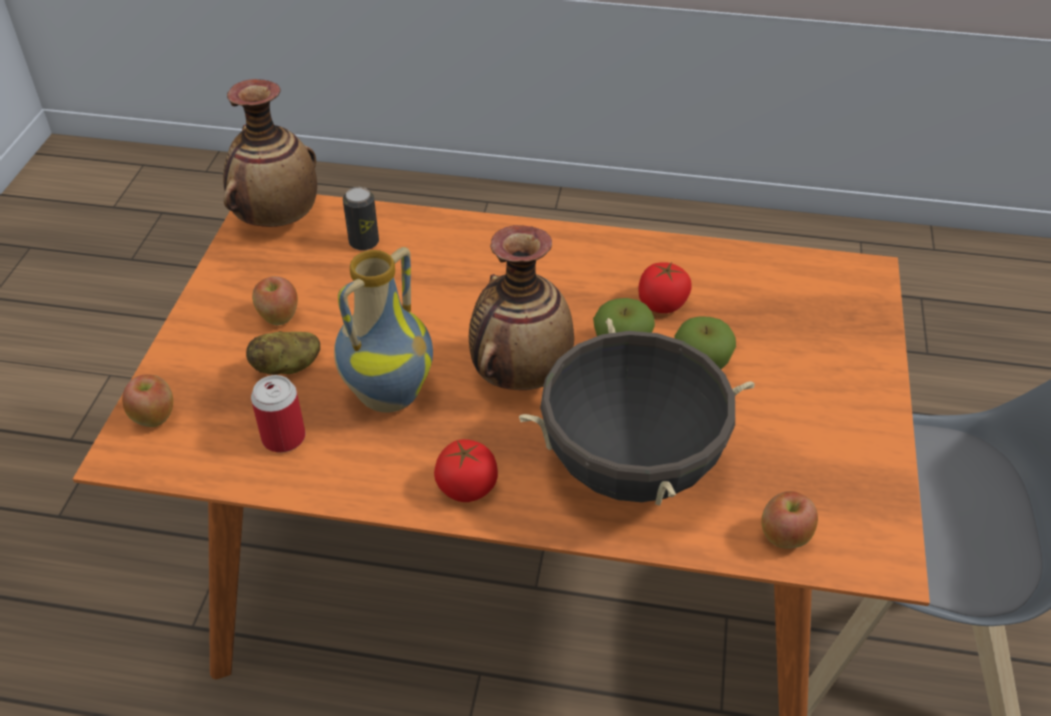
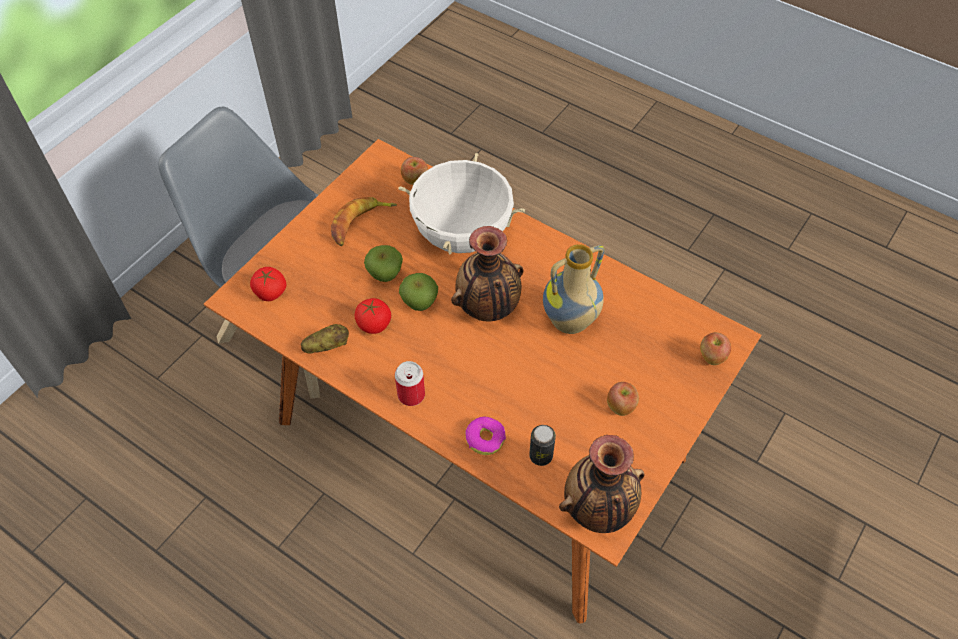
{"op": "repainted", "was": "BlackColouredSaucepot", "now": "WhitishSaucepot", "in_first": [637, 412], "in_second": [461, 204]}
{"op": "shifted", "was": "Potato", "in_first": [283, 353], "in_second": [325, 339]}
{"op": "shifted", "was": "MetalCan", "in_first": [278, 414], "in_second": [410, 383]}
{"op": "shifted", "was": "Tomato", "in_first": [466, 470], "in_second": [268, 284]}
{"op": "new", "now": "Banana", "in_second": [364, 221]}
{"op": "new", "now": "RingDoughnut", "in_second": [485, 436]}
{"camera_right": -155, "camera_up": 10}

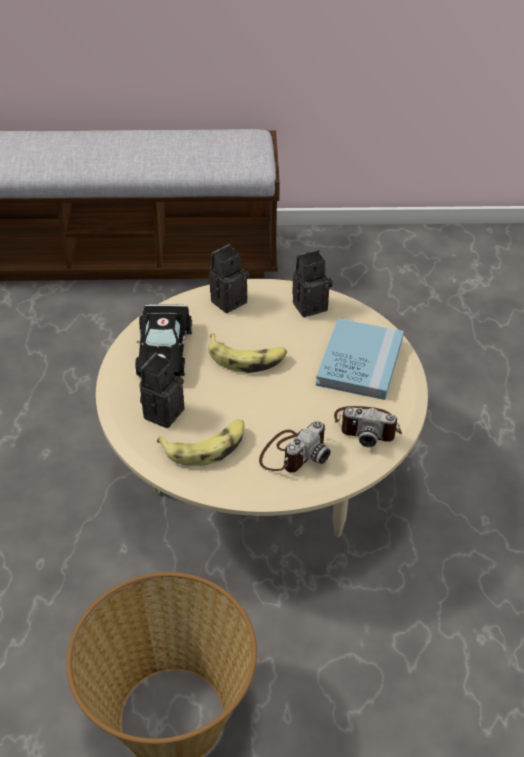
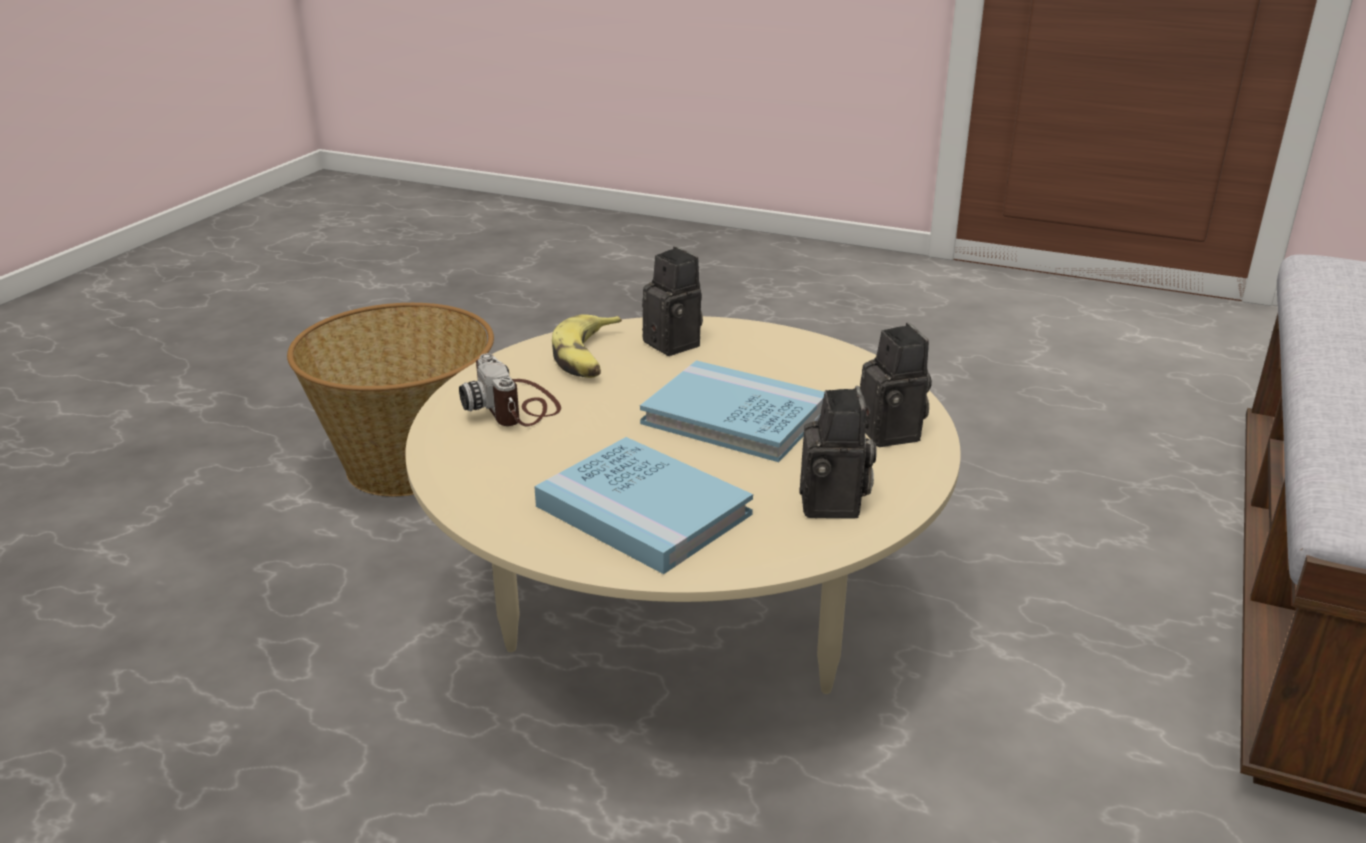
{"op": "gone", "was": "BlackColouredModelCar", "in_first": [163, 340]}
{"op": "swapped", "was": "Banana", "now": "BlueColouredBoundBook", "in_first": [247, 353], "in_second": [732, 411]}
{"op": "gone", "was": "PhotoCamera", "in_first": [368, 426]}
{"camera_right": 115, "camera_up": -15}

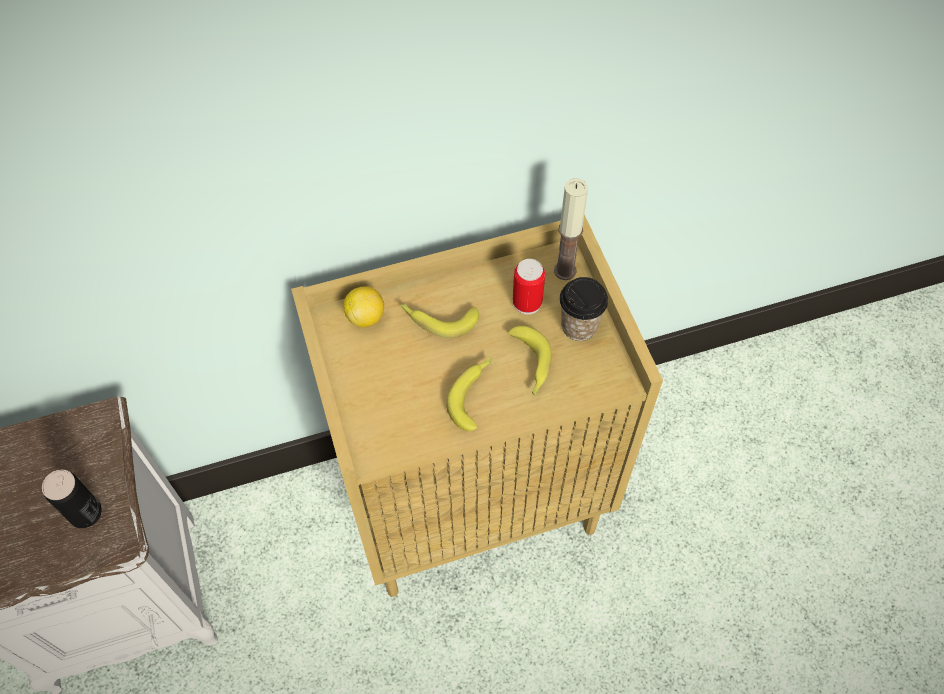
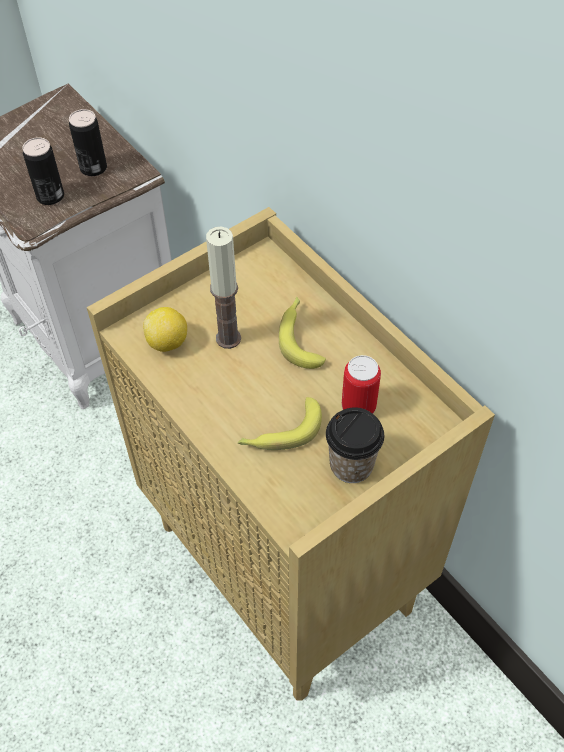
{"op": "shifted", "was": "Candle", "in_first": [571, 229], "in_second": [223, 288]}
{"op": "shifted", "was": "WholeLemon", "in_first": [363, 307], "in_second": [165, 329]}
{"op": "gone", "was": "Banana", "in_first": [469, 394]}
{"op": "new", "now": "MetalCan", "in_second": [88, 142]}
{"camera_right": 70, "camera_up": -5}

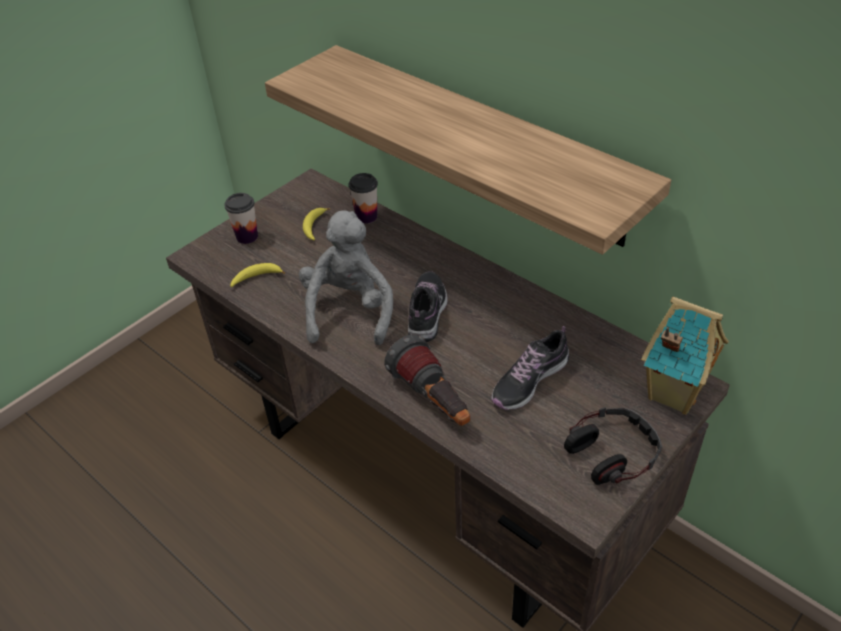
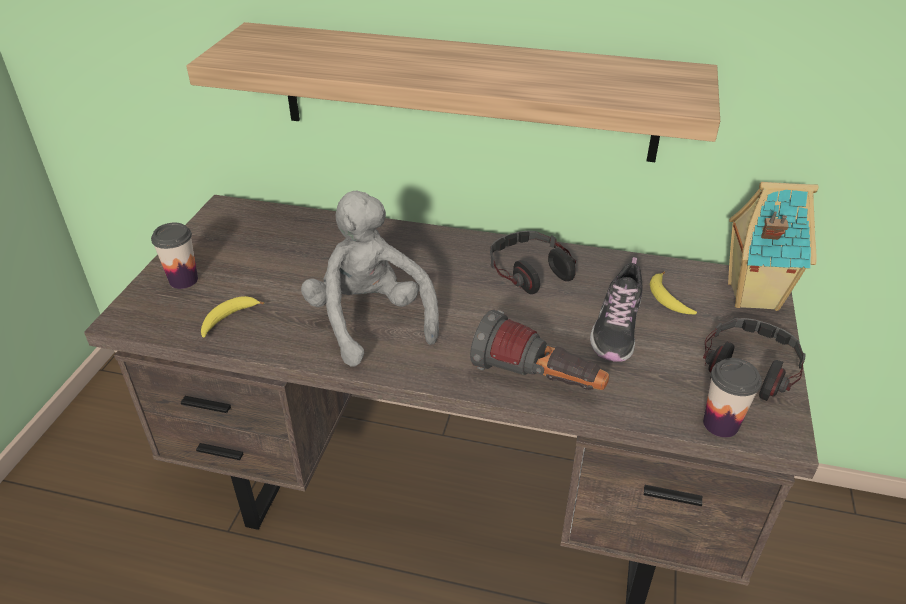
{"op": "shifted", "was": "DrinkingCup", "in_first": [363, 198], "in_second": [732, 398]}
{"op": "shifted", "was": "Banana", "in_first": [316, 224], "in_second": [673, 293]}
{"op": "gone", "was": "Shoe", "in_first": [428, 306]}
{"op": "new", "now": "Headset", "in_second": [533, 262]}
{"camera_right": -30, "camera_up": -5}

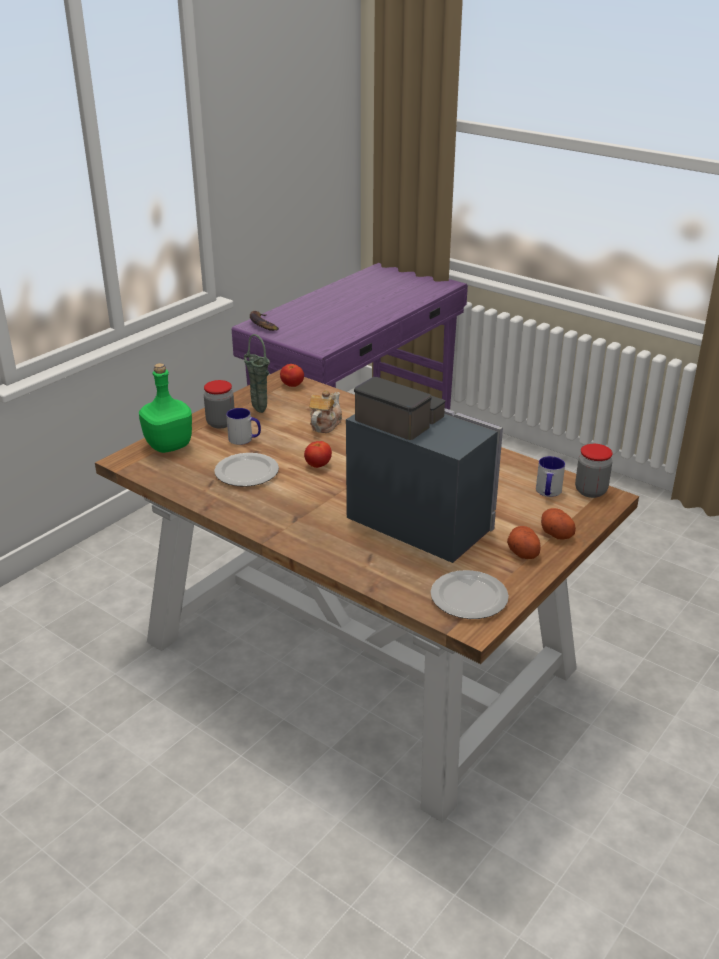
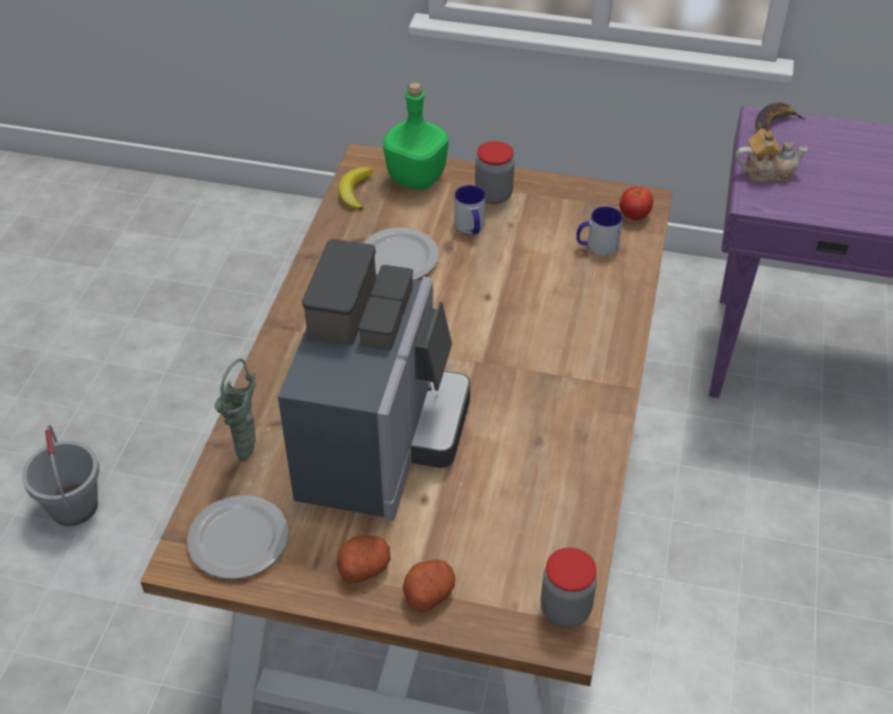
{"op": "shifted", "was": "GreenishFlowerVase", "in_first": [257, 373], "in_second": [235, 409]}
{"op": "shifted", "was": "PotForTea", "in_first": [325, 411], "in_second": [771, 155]}
{"op": "gone", "was": "Tomato", "in_first": [318, 454]}
{"op": "shifted", "was": "Mug", "in_first": [550, 476], "in_second": [599, 231]}
{"op": "new", "now": "Banana", "in_second": [355, 188]}
{"op": "new", "now": "GreyPail", "in_second": [60, 475]}
{"camera_right": 65, "camera_up": 15}

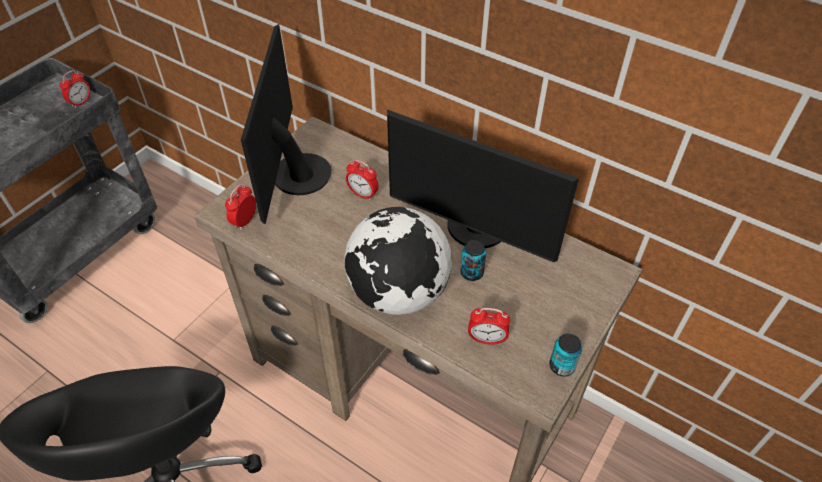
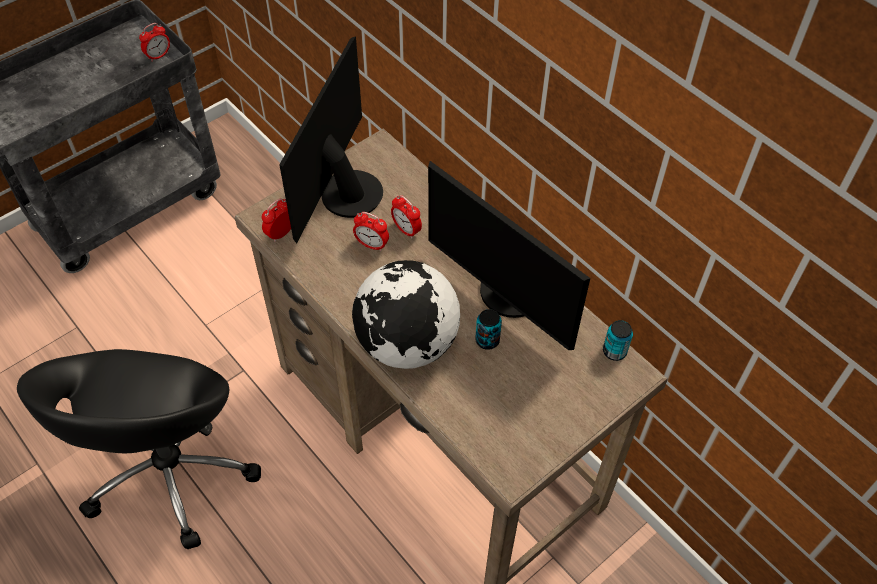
{"op": "shifted", "was": "TableClock", "in_first": [489, 326], "in_second": [371, 231]}
{"op": "shifted", "was": "MetalCan", "in_first": [565, 354], "in_second": [618, 340]}
{"camera_right": 15, "camera_up": 5}

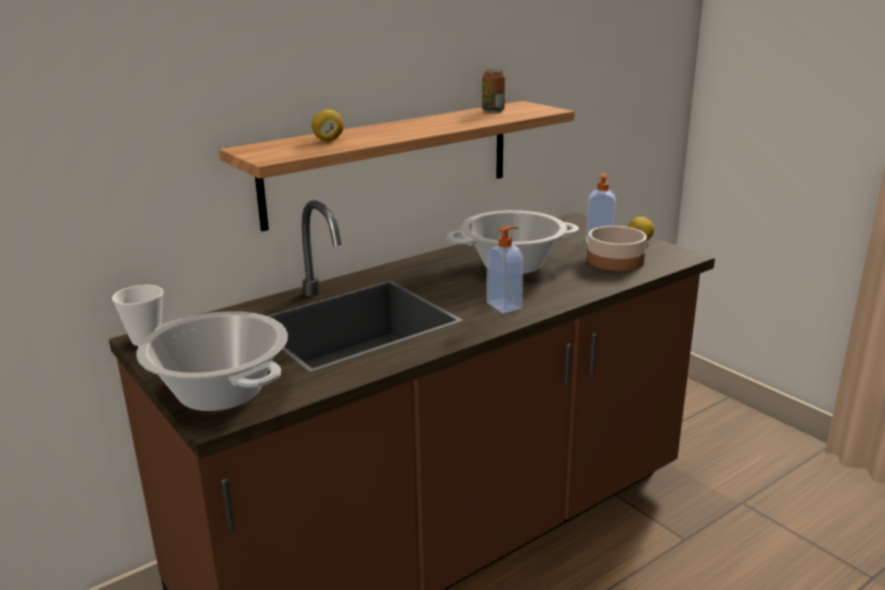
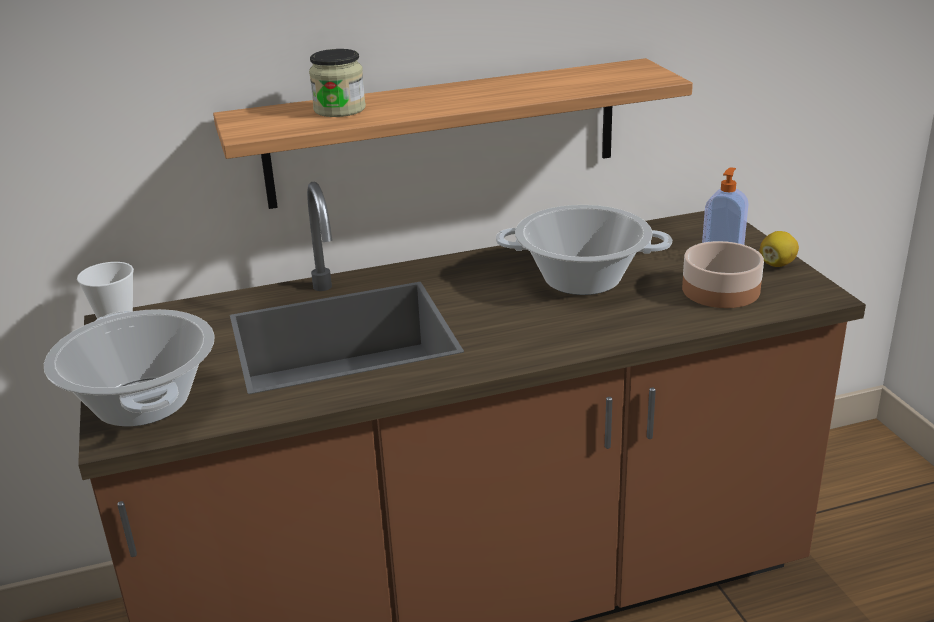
{"op": "gone", "was": "MetalCan", "in_first": [493, 91]}
{"op": "swapped", "was": "WholeLemon", "now": "PreserveJar", "in_first": [328, 125], "in_second": [337, 83]}
{"op": "gone", "was": "SoapDispenser", "in_first": [504, 269]}
{"camera_right": 20, "camera_up": 5}

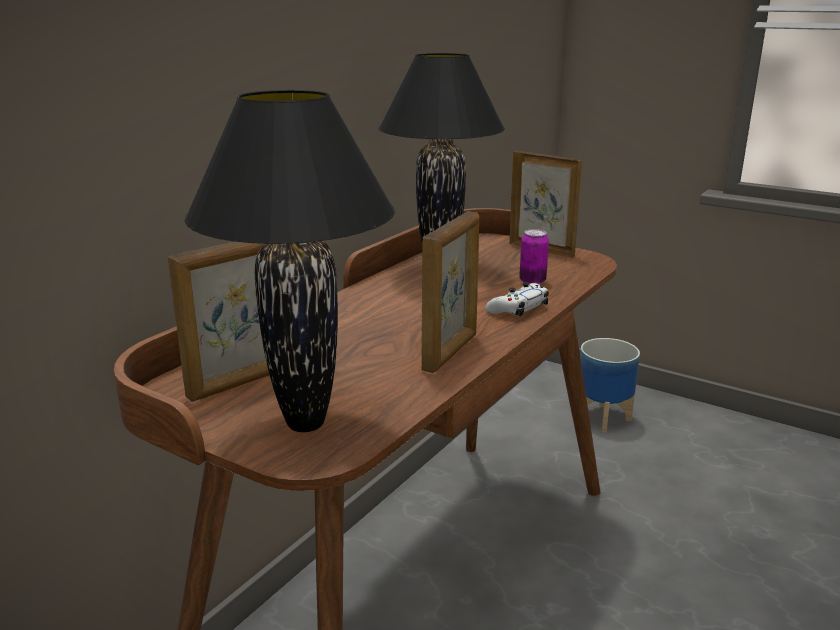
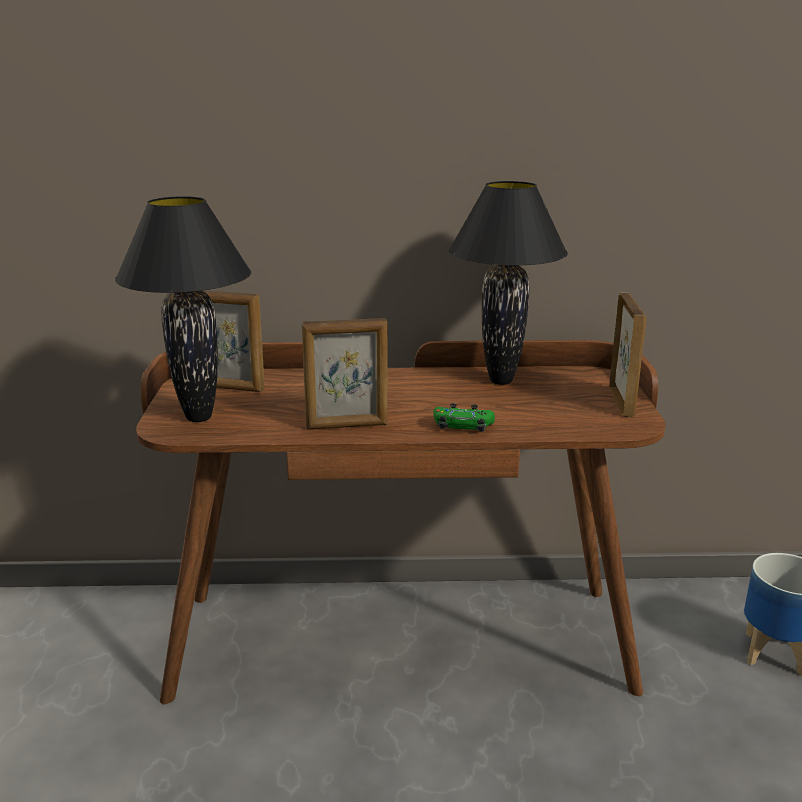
{"op": "gone", "was": "MetalCan", "in_first": [534, 256]}
{"op": "repainted", "was": "WhitishGamepad", "now": "GreenishGamepad", "in_first": [517, 299], "in_second": [464, 417]}
{"camera_right": 55, "camera_up": 0}

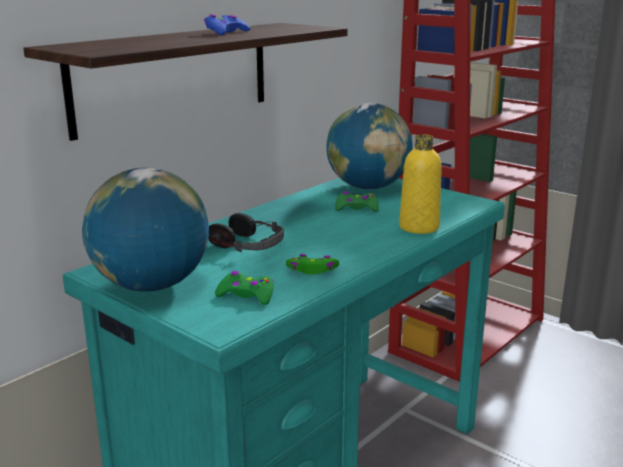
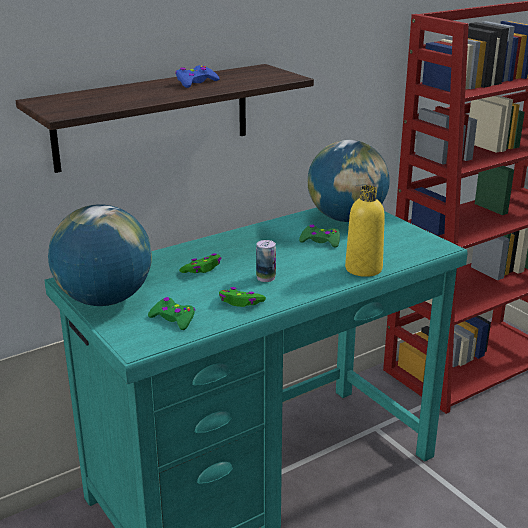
{"op": "swapped", "was": "Headset", "now": "GreenishGamepad", "in_first": [246, 232], "in_second": [200, 263]}
{"op": "new", "now": "MetalCan", "in_second": [266, 261]}
{"camera_right": 15, "camera_up": 5}

